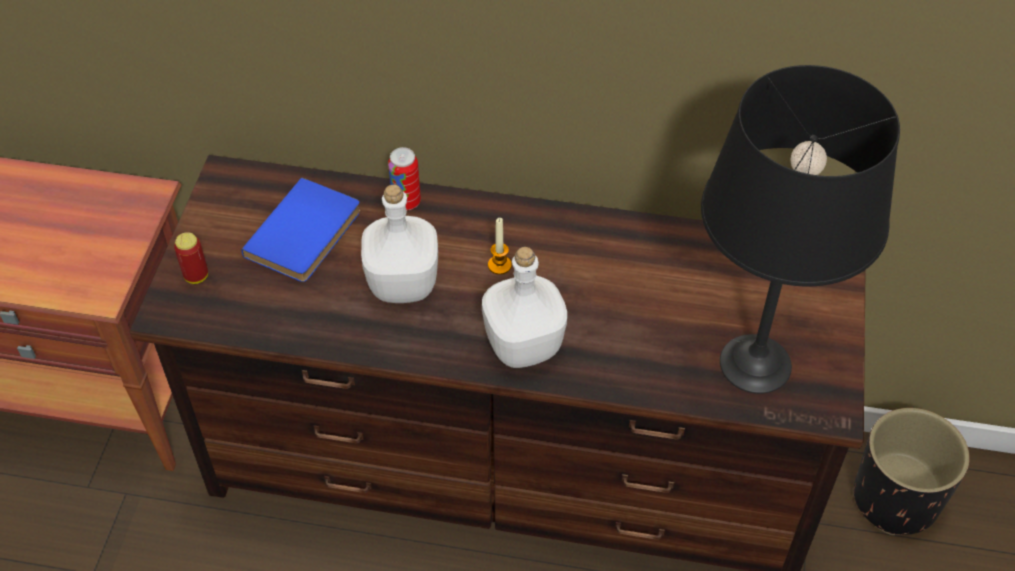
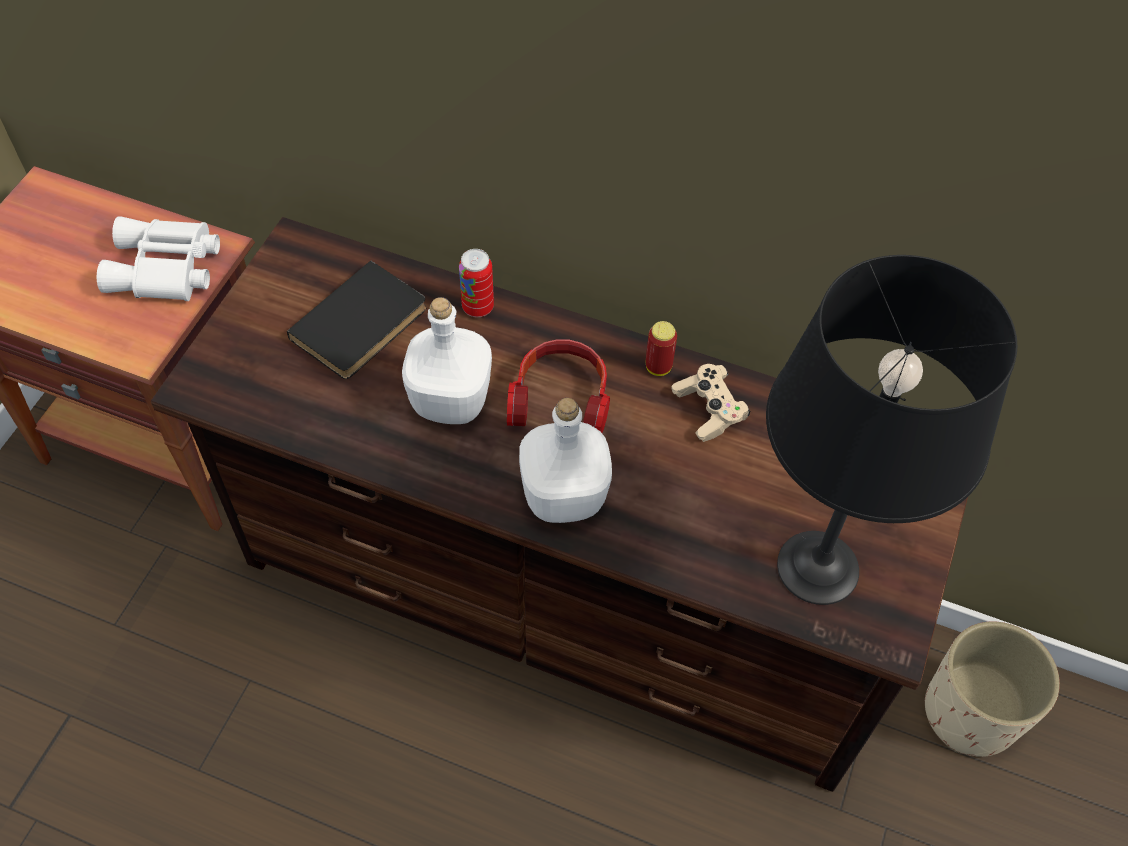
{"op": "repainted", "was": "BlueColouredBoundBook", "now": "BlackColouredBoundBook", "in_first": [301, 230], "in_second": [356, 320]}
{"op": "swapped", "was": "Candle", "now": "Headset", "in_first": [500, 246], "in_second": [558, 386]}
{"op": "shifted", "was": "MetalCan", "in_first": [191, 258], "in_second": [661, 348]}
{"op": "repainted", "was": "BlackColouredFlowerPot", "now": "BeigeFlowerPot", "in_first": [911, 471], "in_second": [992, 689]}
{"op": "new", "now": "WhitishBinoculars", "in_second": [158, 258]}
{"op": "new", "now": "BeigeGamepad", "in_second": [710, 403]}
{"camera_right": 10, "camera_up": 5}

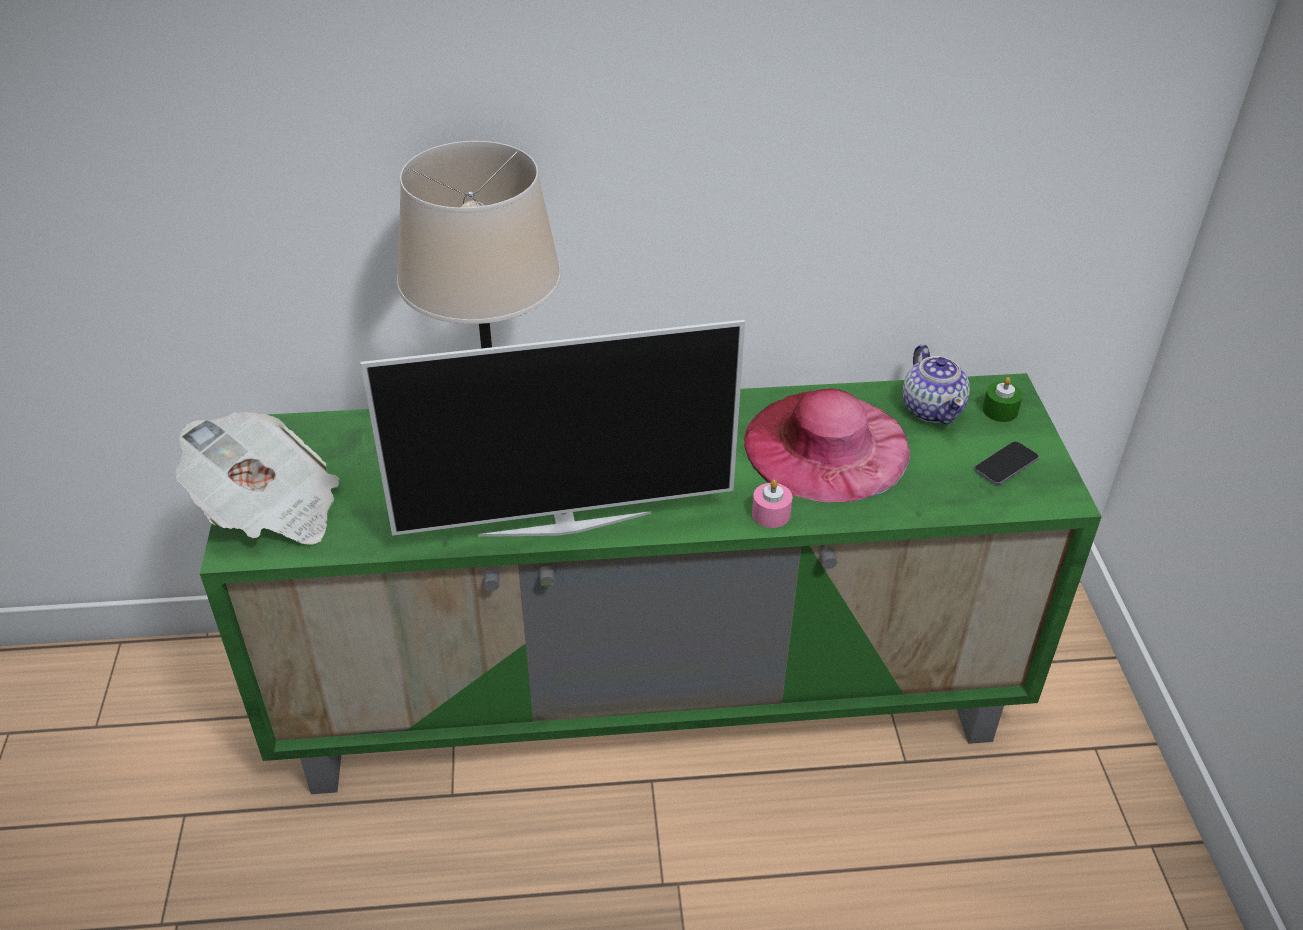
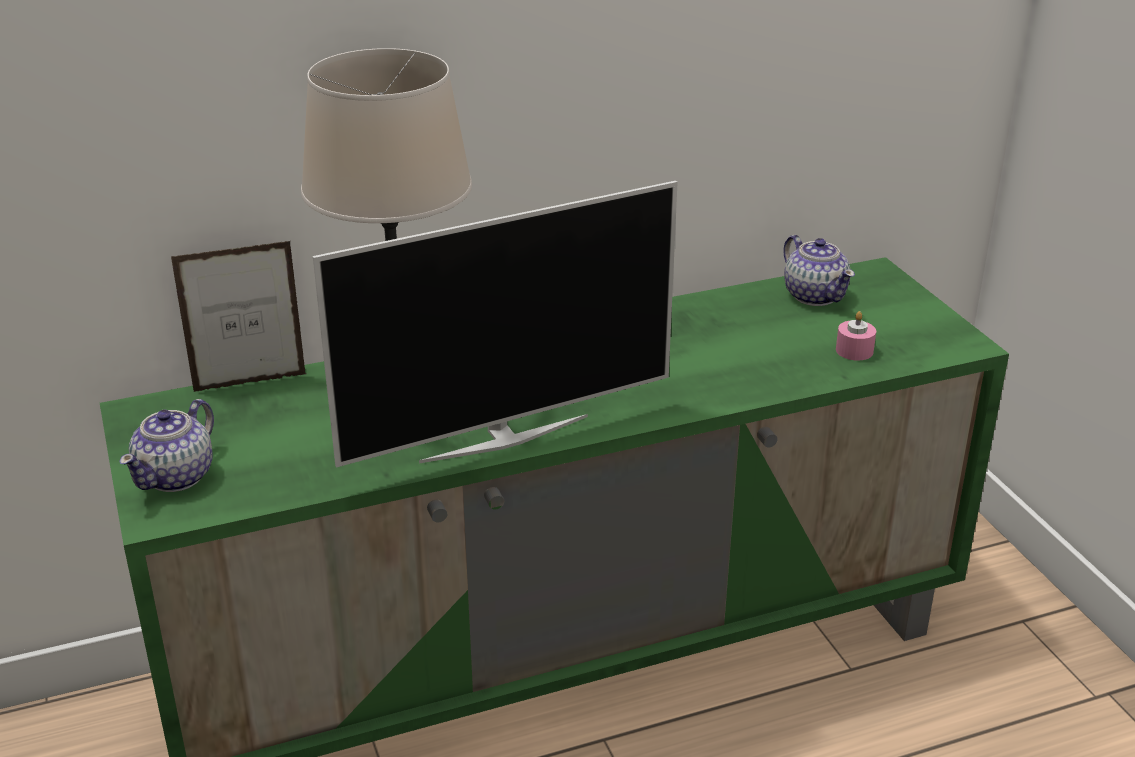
{"op": "gone", "was": "GreenishCandle", "in_first": [1002, 399]}
{"op": "gone", "was": "PinkColouredWearableHat", "in_first": [827, 445]}
{"op": "swapped", "was": "PrintedPaper", "now": "PotForTea", "in_first": [257, 478], "in_second": [167, 445]}
{"op": "gone", "was": "Handset", "in_first": [1006, 463]}
{"op": "shifted", "was": "PinkColouredCandle", "in_first": [772, 504], "in_second": [856, 336]}
{"op": "new", "now": "StandingFrame", "in_second": [238, 316]}
{"camera_right": -15, "camera_up": -10}

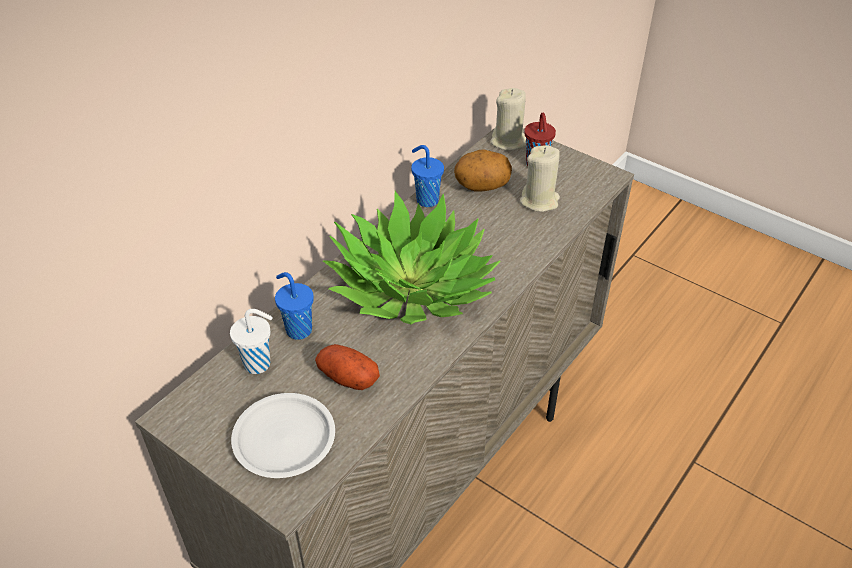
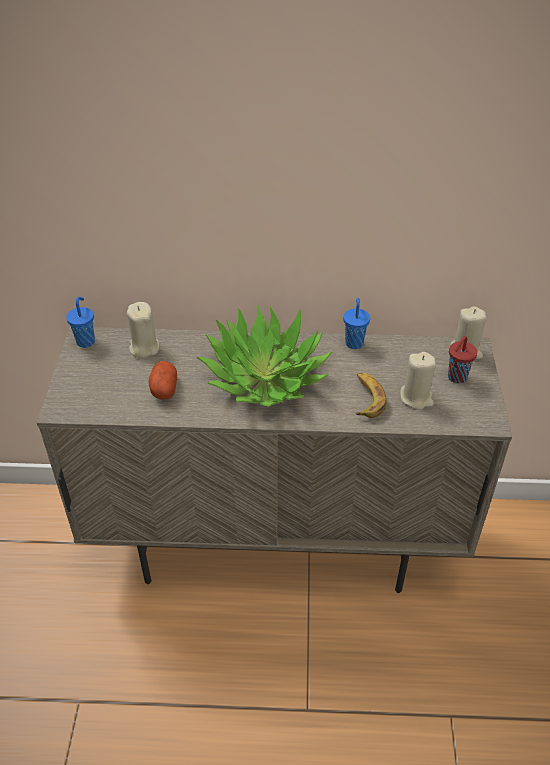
{"op": "gone", "was": "Potato", "in_first": [483, 170]}
{"op": "shifted", "was": "BlueColouredDrinkingCup", "in_first": [294, 306], "in_second": [80, 322]}
{"op": "swapped", "was": "WhitishDrinkingCup", "now": "BeigeCandle", "in_first": [251, 341], "in_second": [143, 330]}
{"op": "gone", "was": "WhitishPlate", "in_first": [283, 435]}
{"op": "new", "now": "Banana", "in_second": [371, 395]}
{"camera_right": 55, "camera_up": 0}

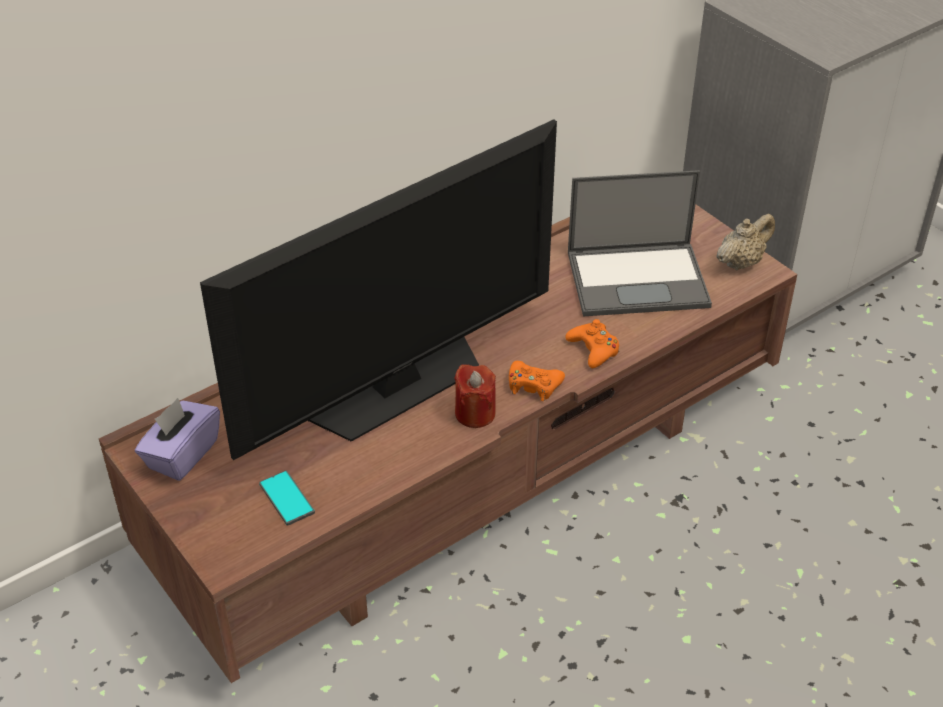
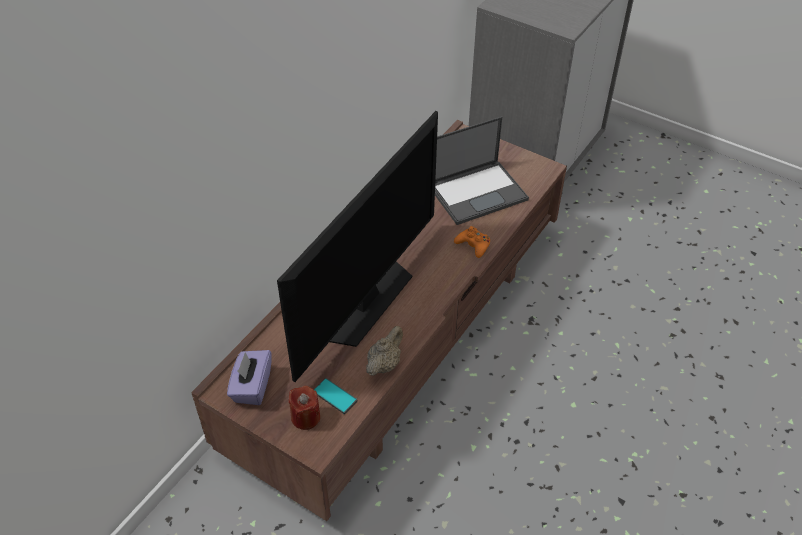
{"op": "shifted", "was": "BeigePotForTea", "in_first": [745, 242], "in_second": [384, 351]}
{"op": "gone", "was": "OrangeyGamepad", "in_first": [537, 381]}
{"op": "shifted", "was": "RedColouredCandle", "in_first": [475, 396], "in_second": [304, 408]}
{"camera_right": -20, "camera_up": 5}

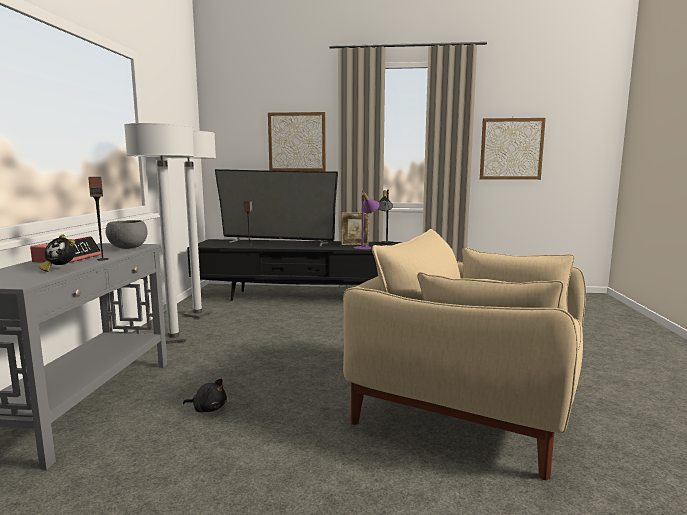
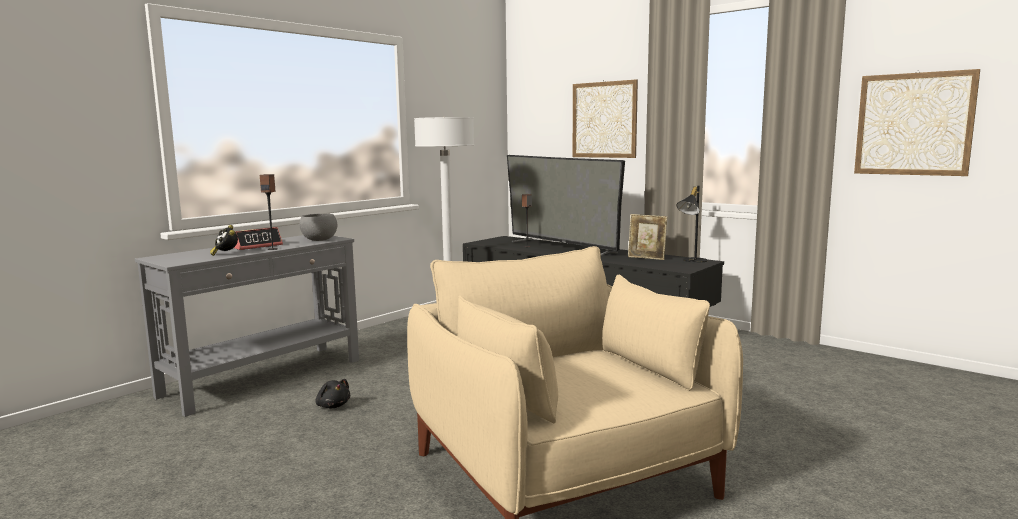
{"op": "gone", "was": "WhitishStandingLamp", "in_first": [159, 233]}
{"op": "gone", "was": "PurplishTableLamp", "in_first": [367, 220]}
{"camera_right": 35, "camera_up": 0}

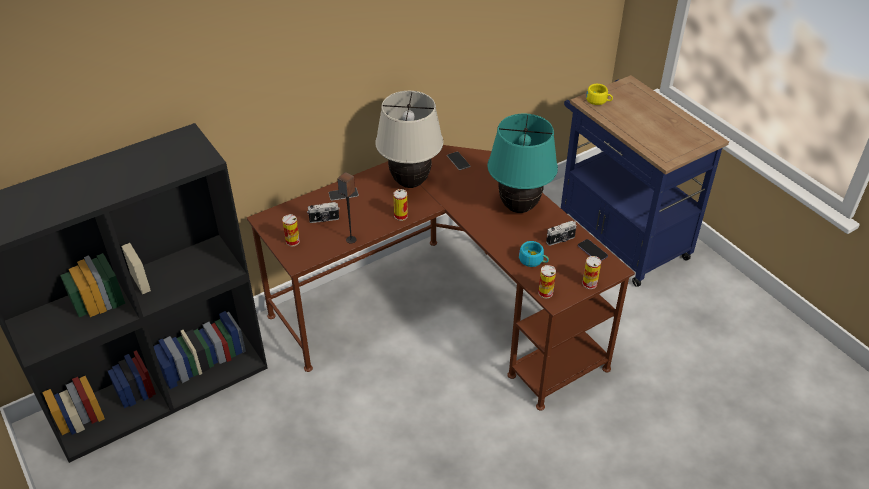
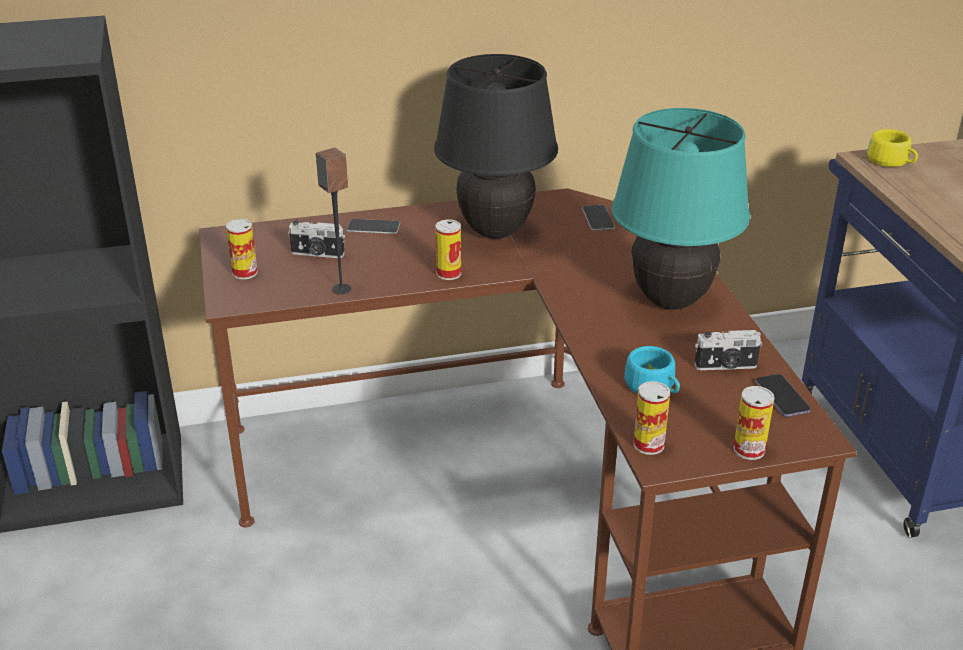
{"op": "repainted", "was": "BeigeTableLamp", "now": "BlackColouredTableLamp", "in_first": [409, 139], "in_second": [496, 146]}
{"camera_right": 20, "camera_up": -10}

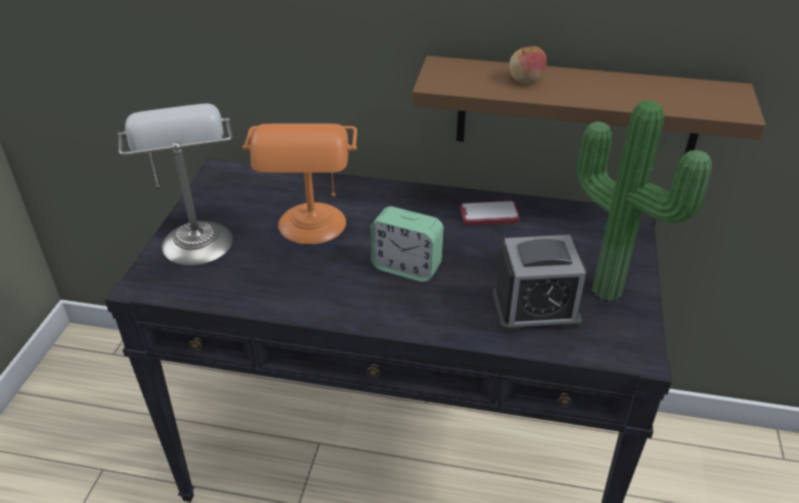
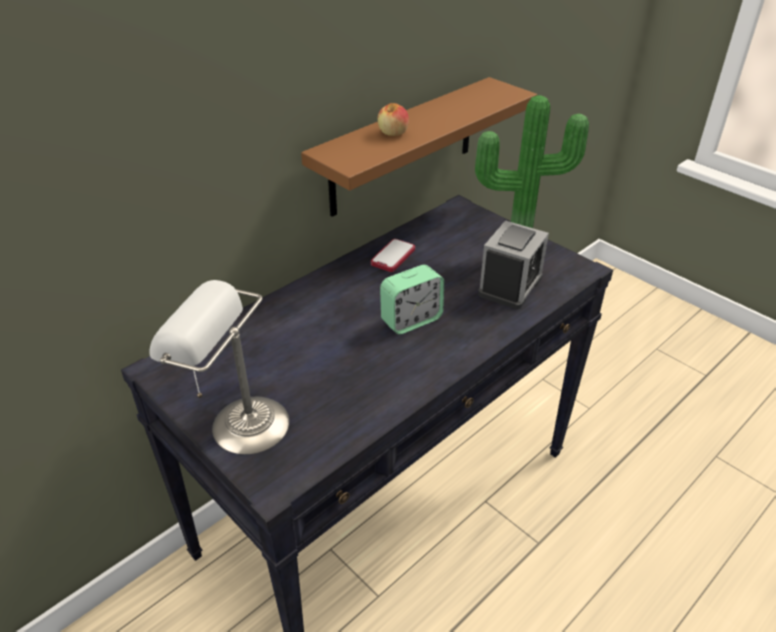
{"op": "gone", "was": "OrangeyTableLamp", "in_first": [300, 183]}
{"camera_right": -55, "camera_up": 0}

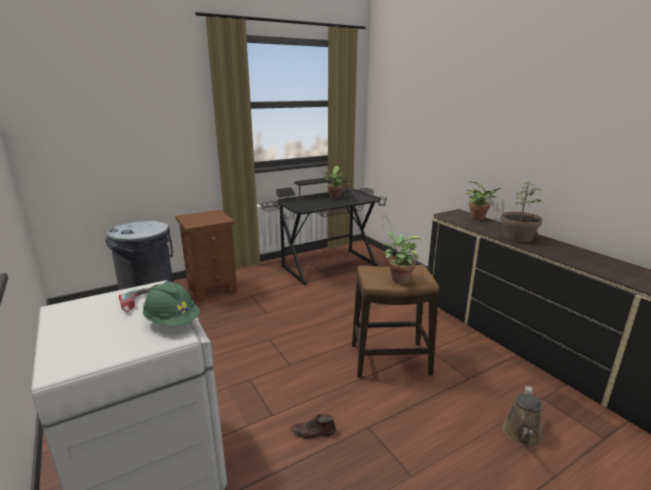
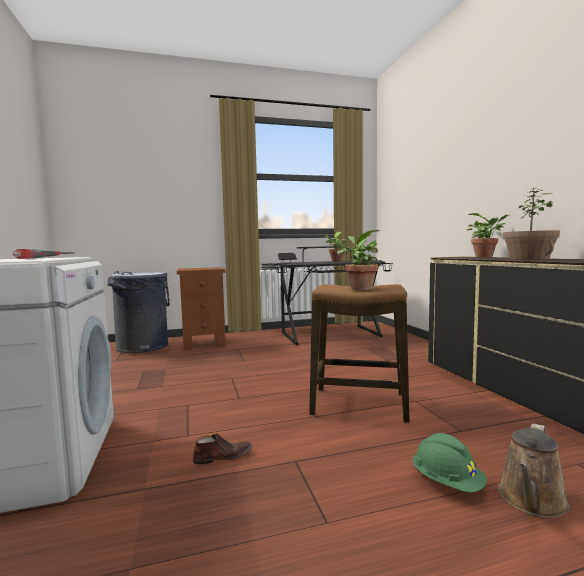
{"op": "shifted", "was": "GreenishSafetyHelmet", "in_first": [171, 303], "in_second": [450, 462]}
{"op": "rotated", "was": "BrownShoe", "in_first": [313, 426], "in_second": [222, 449], "clockwise": 150}
{"camera_right": 15, "camera_up": -15}

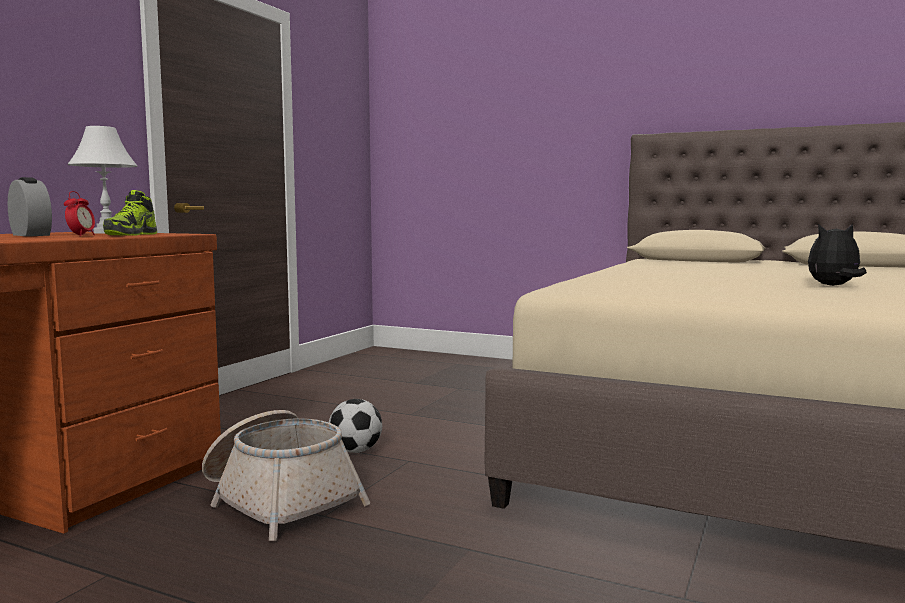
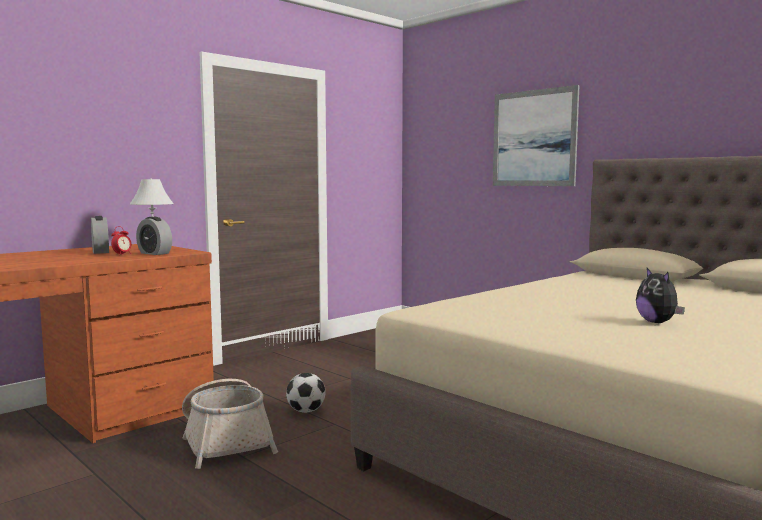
{"op": "swapped", "was": "Shoe", "now": "TableClock", "in_first": [130, 213], "in_second": [154, 236]}
{"op": "rotated", "was": "PlushToy", "in_first": [837, 255], "in_second": [660, 295], "clockwise": -120}
{"op": "new", "now": "Picture", "in_second": [536, 135]}
{"camera_right": 20, "camera_up": 0}

